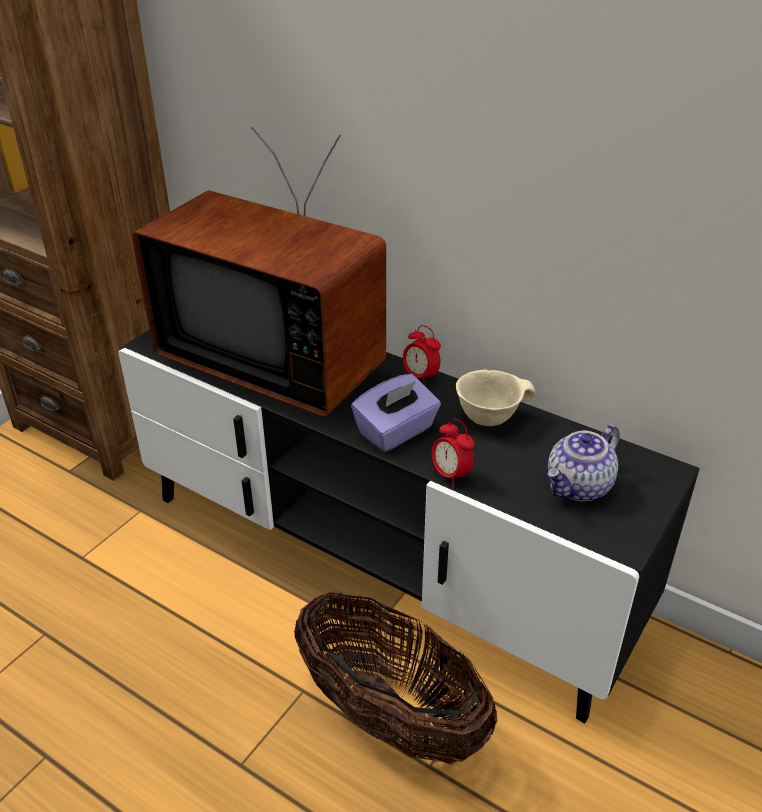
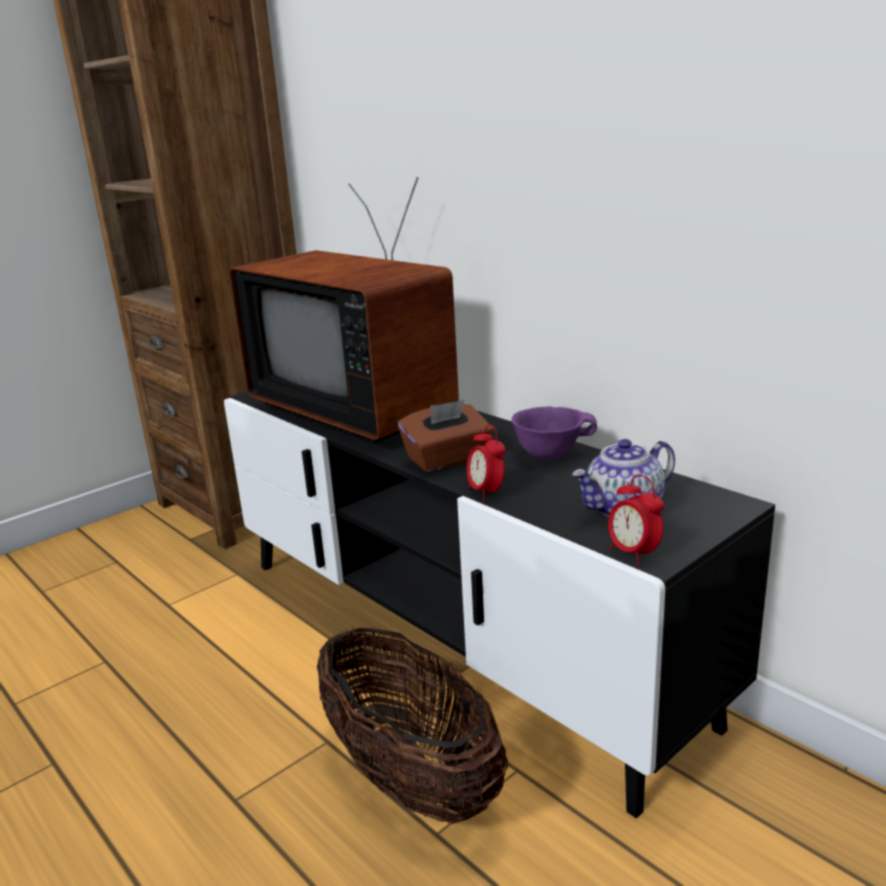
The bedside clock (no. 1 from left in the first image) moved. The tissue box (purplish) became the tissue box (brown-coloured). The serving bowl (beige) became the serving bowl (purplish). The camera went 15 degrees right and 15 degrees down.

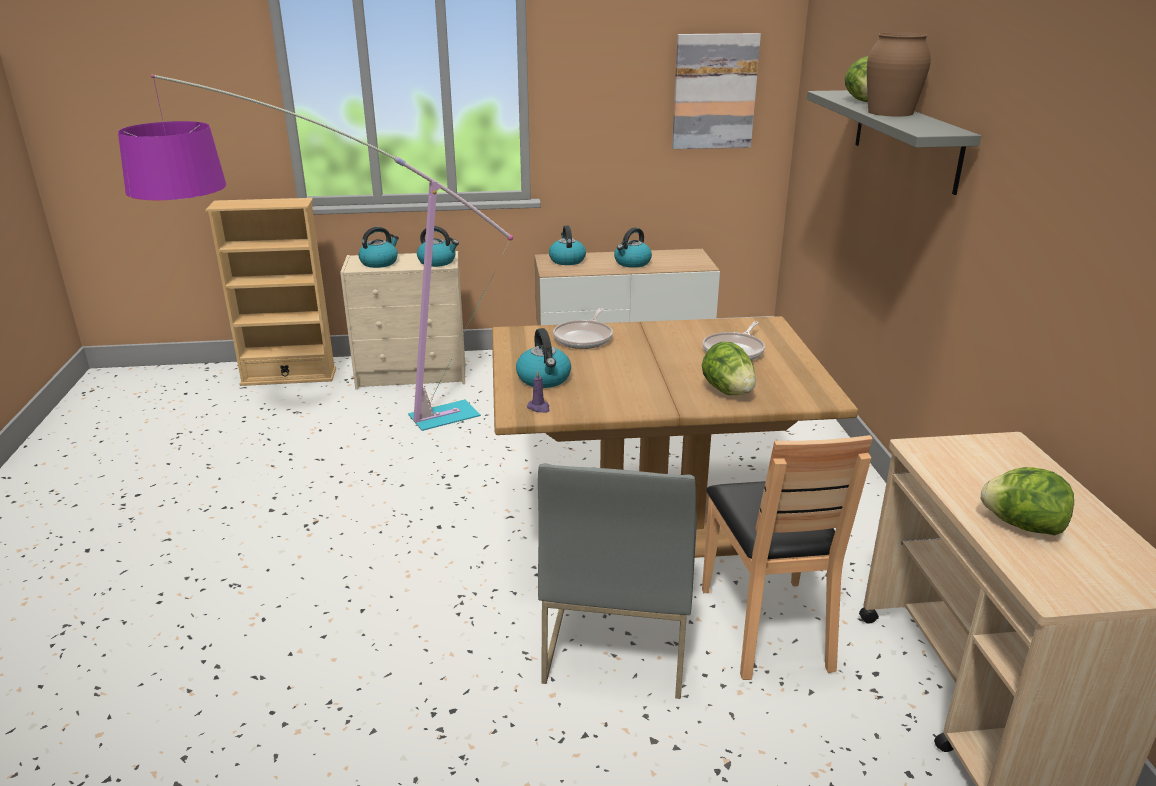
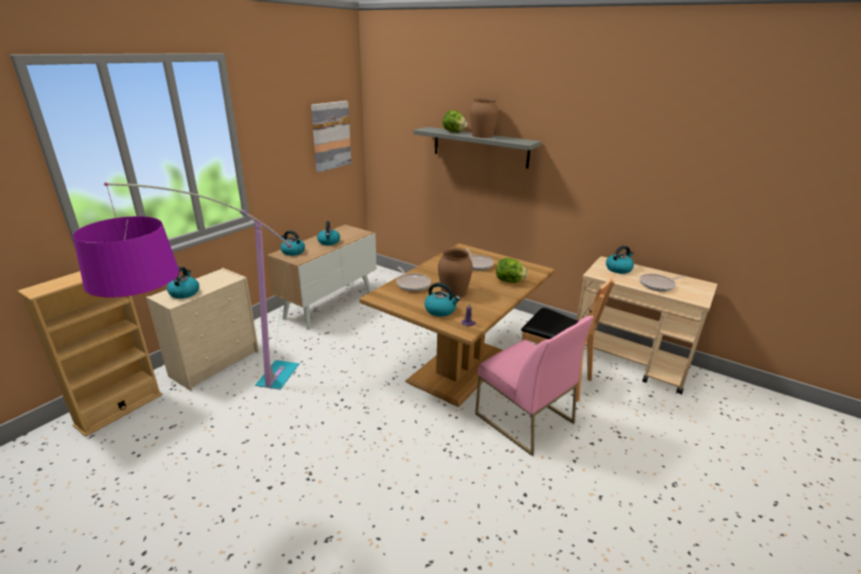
The decorative vase (brown-coloured) (no. 1 from left) appeared. The tea kettle (no. 2 from left in the first image) moved. The lettuce head (no. 3 from left) was replaced by the skillet (no. 3 from left). The upright chair (greyish) became the upright chair (pink). The camera went 50 degrees left and 0 degrees up.

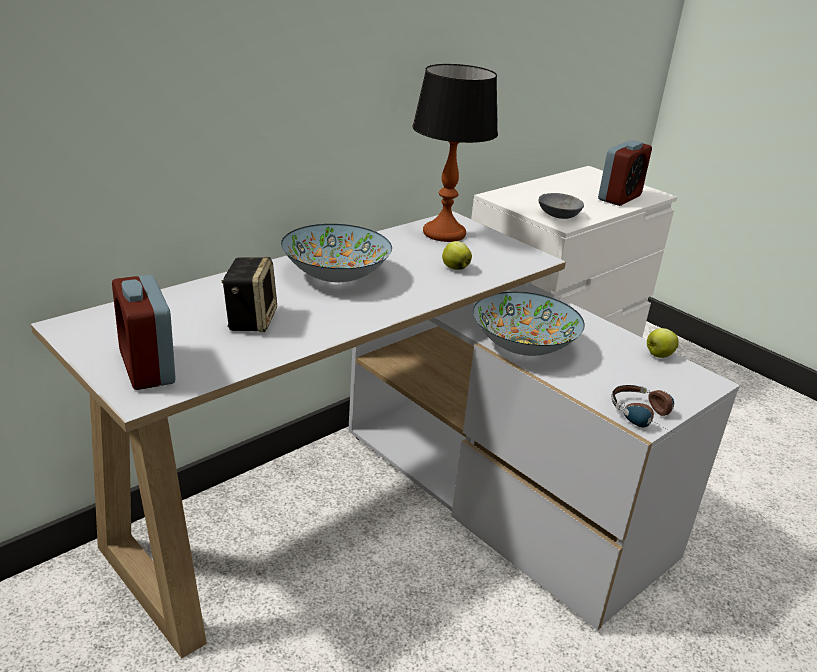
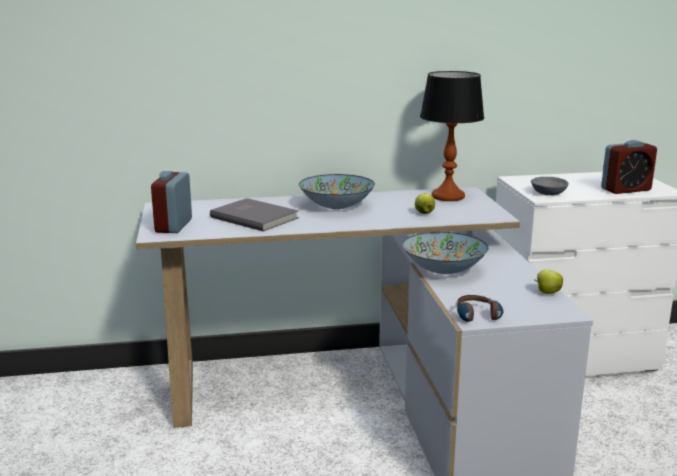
The audio speaker was replaced by the volume (greyish). The camera went 35 degrees right and 10 degrees down.

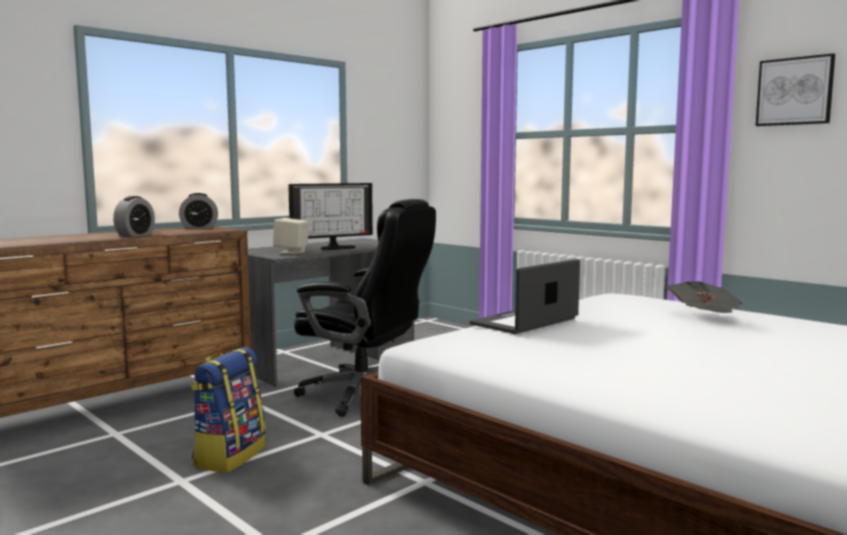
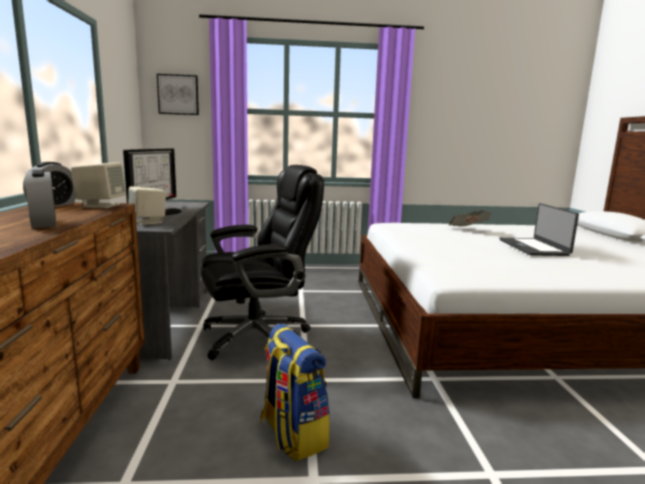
The audio speaker (beige) (no. 1 from left) appeared. The notebook computer moved. The wall picture moved. The camera went 50 degrees left and 5 degrees up.

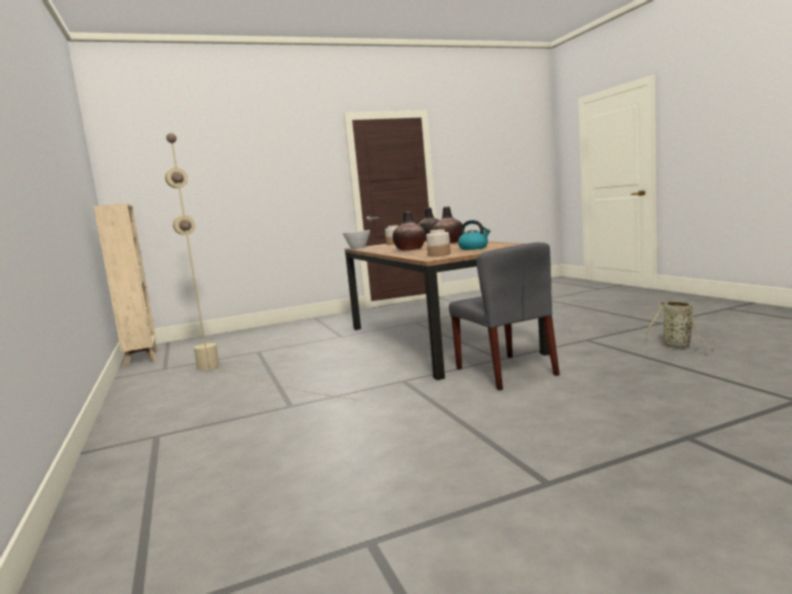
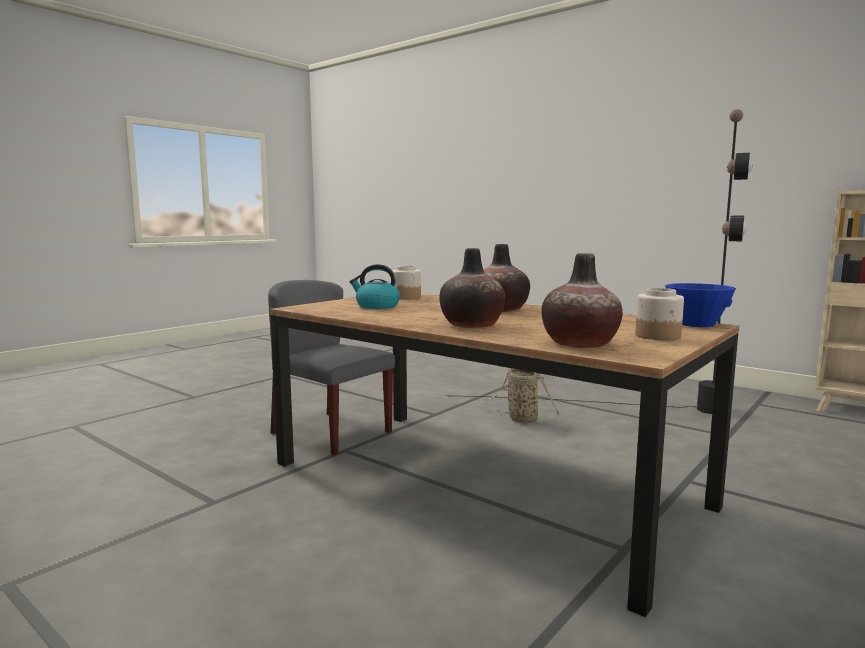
The basket moved. The floor lamp (beige) became the floor lamp (black). The serving bowl (whitish) became the serving bowl (blue). The camera went 150 degrees right and 0 degrees up.

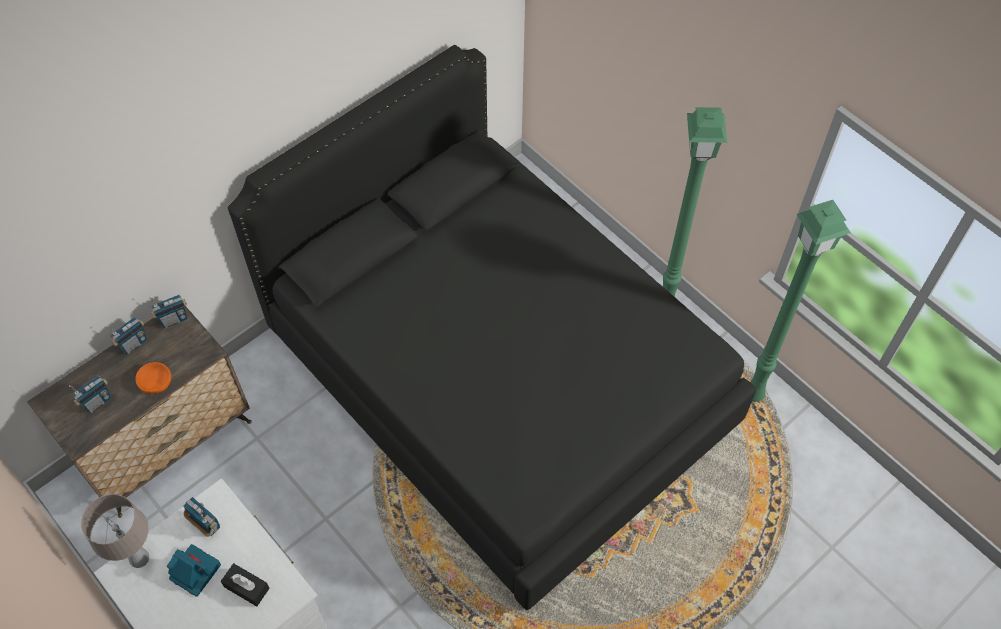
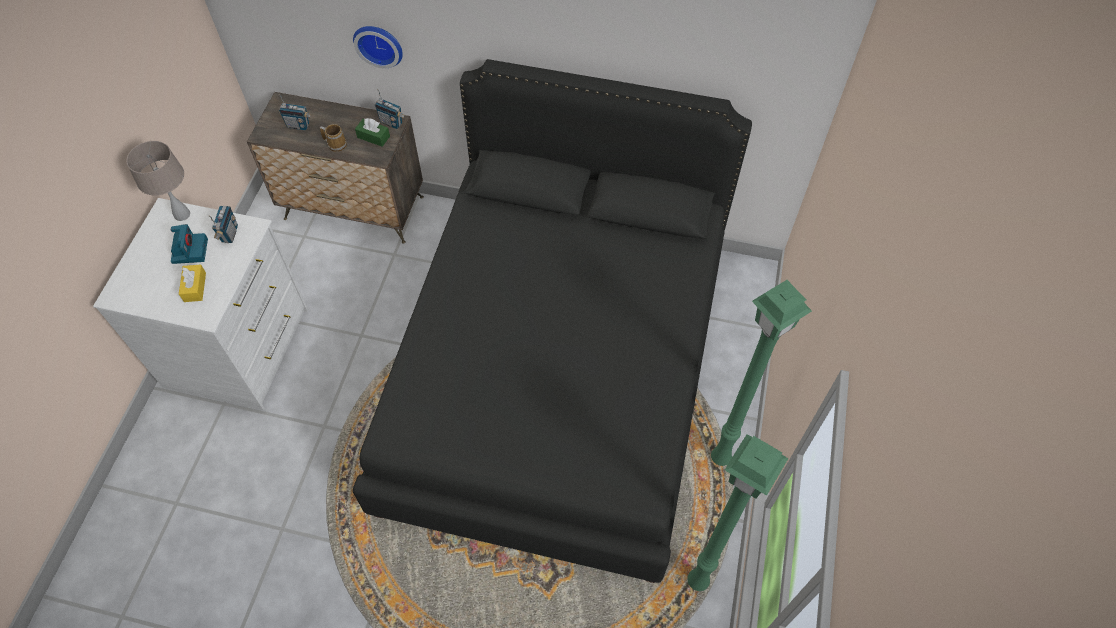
The radio (no. 2 from left) disappeared. The wall clock appeared. The tissue box (green-coloured) appeared. The serving bowl (orange) was replaced by the tea mug. The tissue box (black) became the tissue box (yellowish). The camera went 55 degrees right and 0 degrees up.

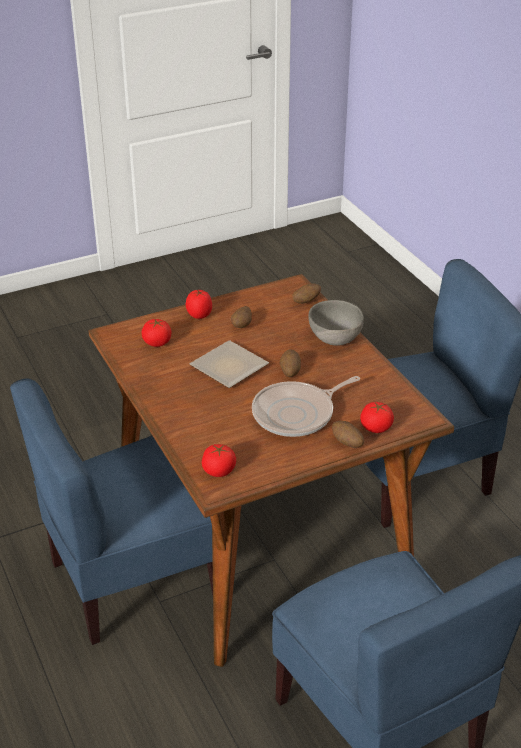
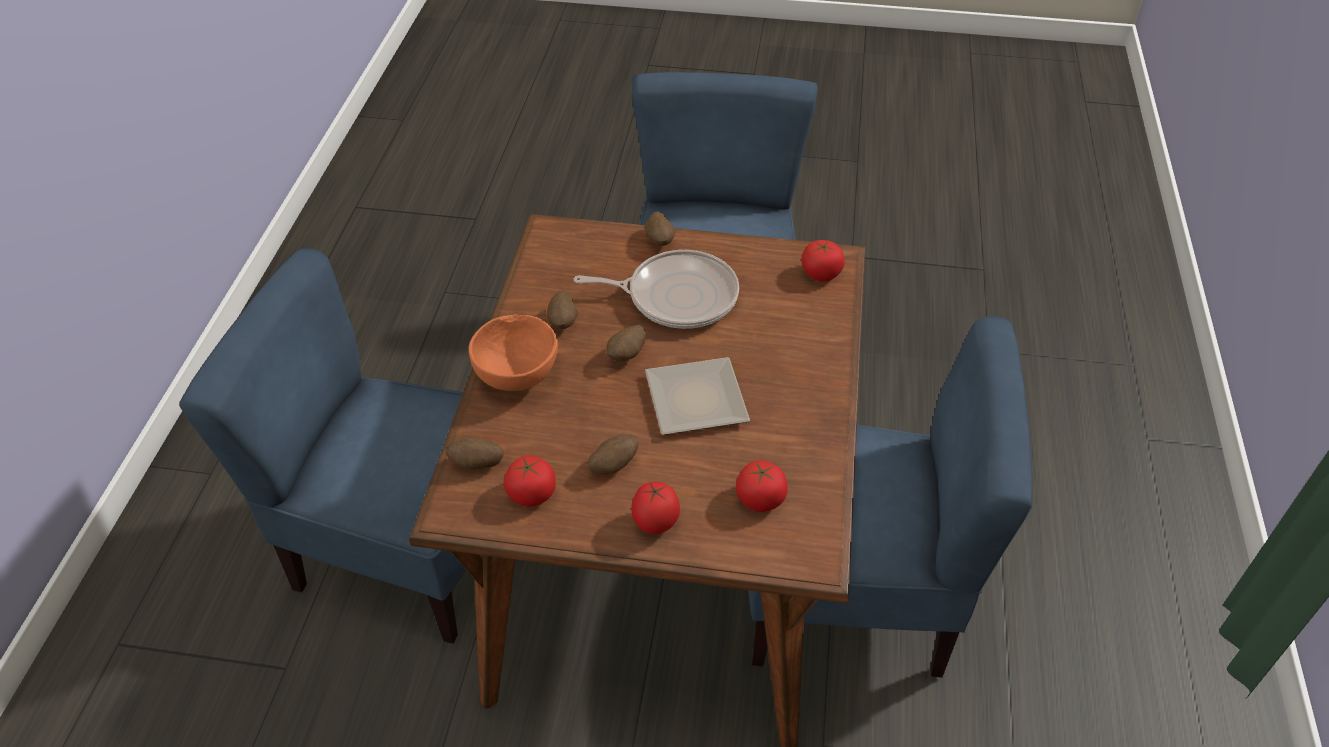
The whole potato (no. 2 from left) appeared. The whole tomato (no. 4 from left in the first image) moved. The serving bowl (greyish) became the serving bowl (orange). The camera went 145 degrees left and 10 degrees up.

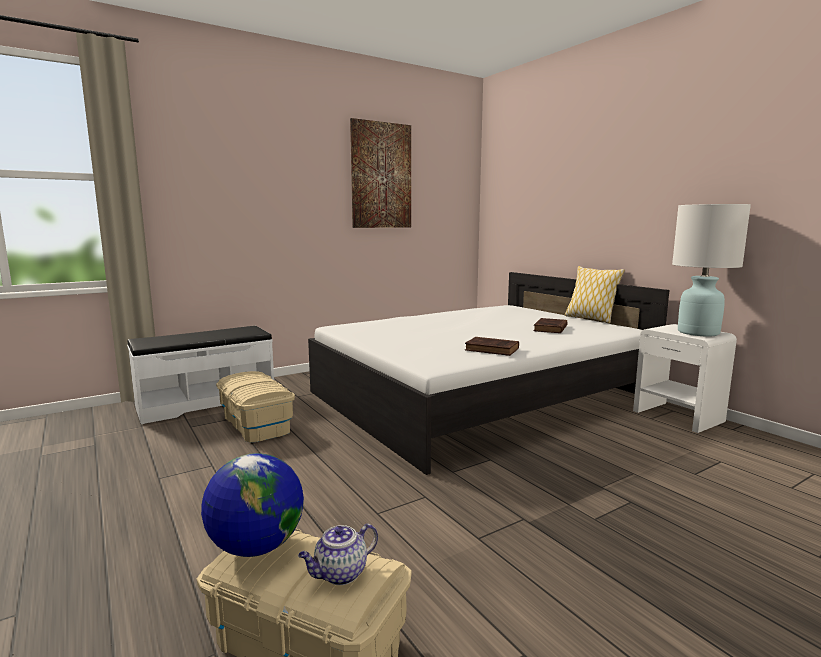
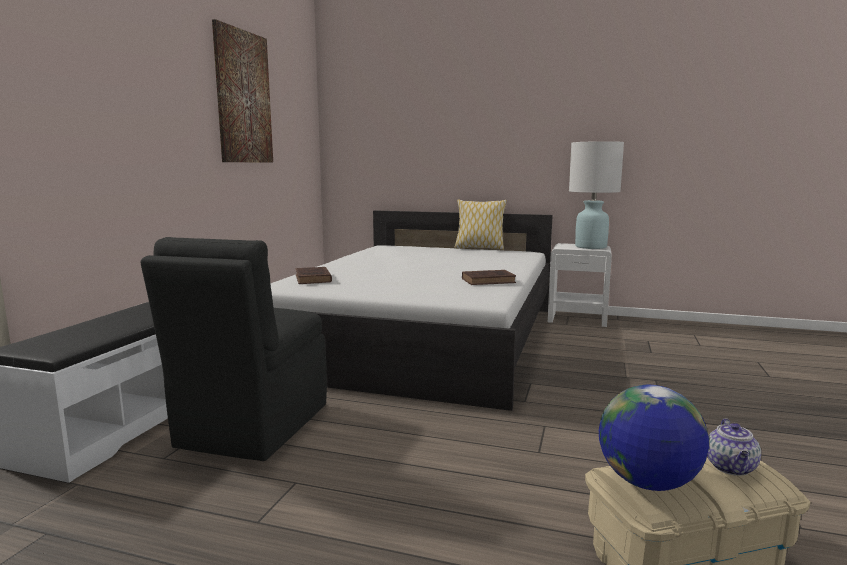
The volume (brown-coloured) (no. 2 from left in the first image) moved. The storage box (beige) (no. 1 from left) was replaced by the upright chair (black). The camera went 40 degrees left and 0 degrees up.

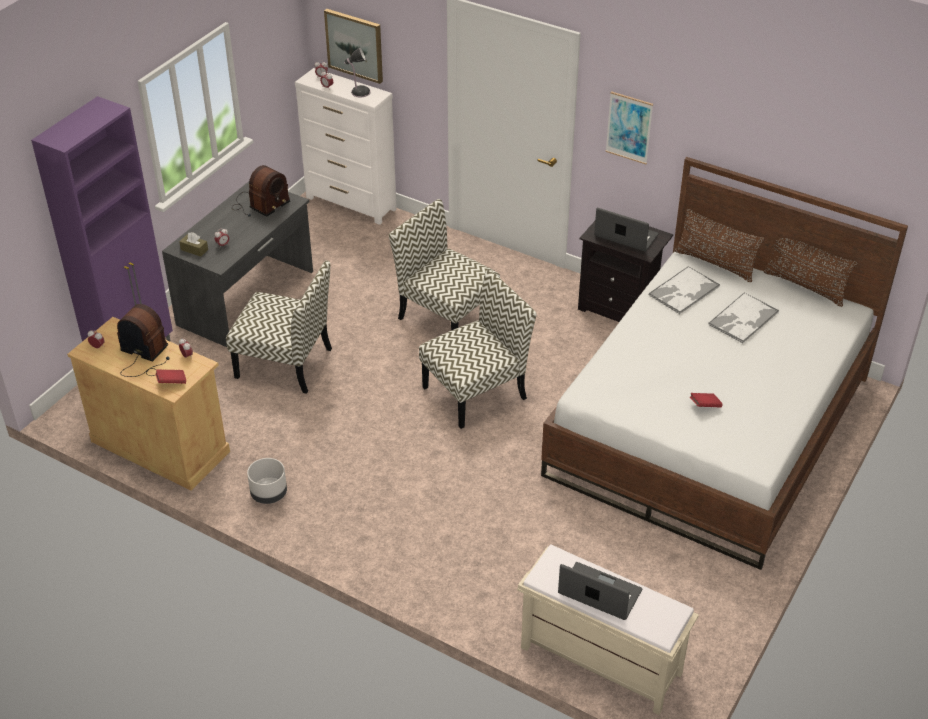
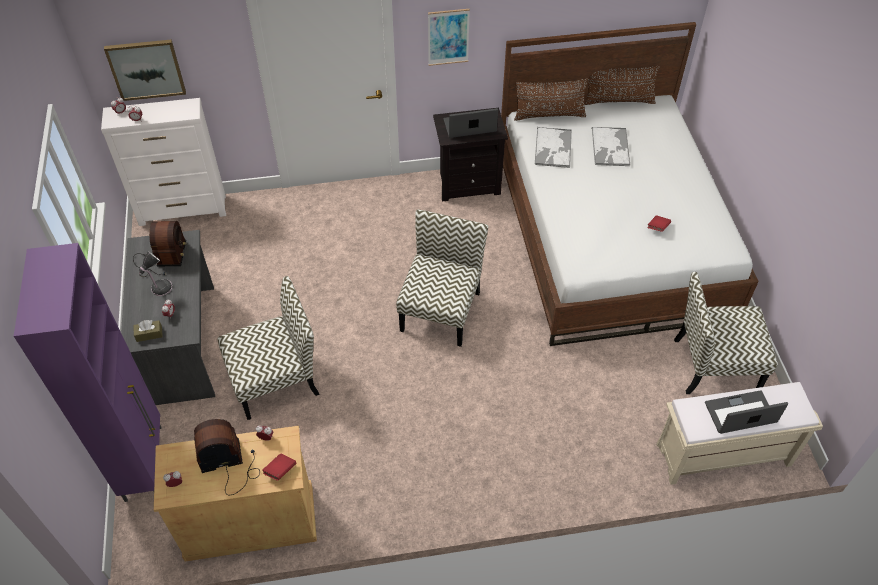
The plant pot (greyish) disappeared. The table lamp moved. The upright chair (no. 2 from left in the first image) moved. The camera went 40 degrees left and 10 degrees up.

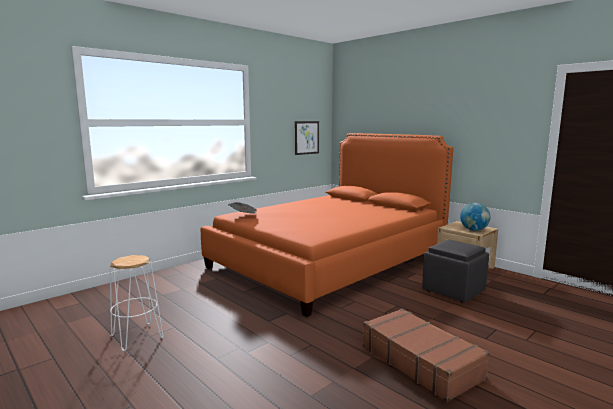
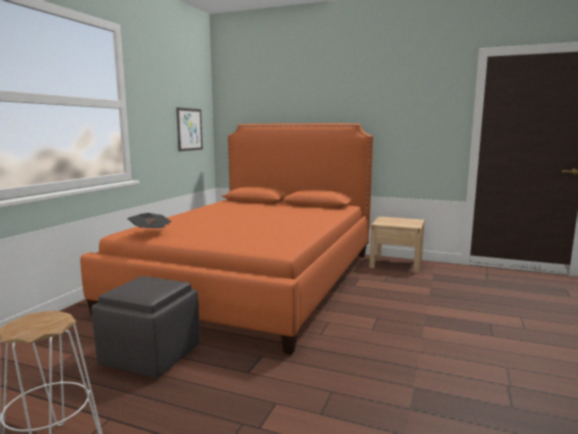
The piece of luggage (brown-coloured) disappeared. The globe disappeared. The pouffe (greyish) moved. The camera went 25 degrees left and 0 degrees up.

